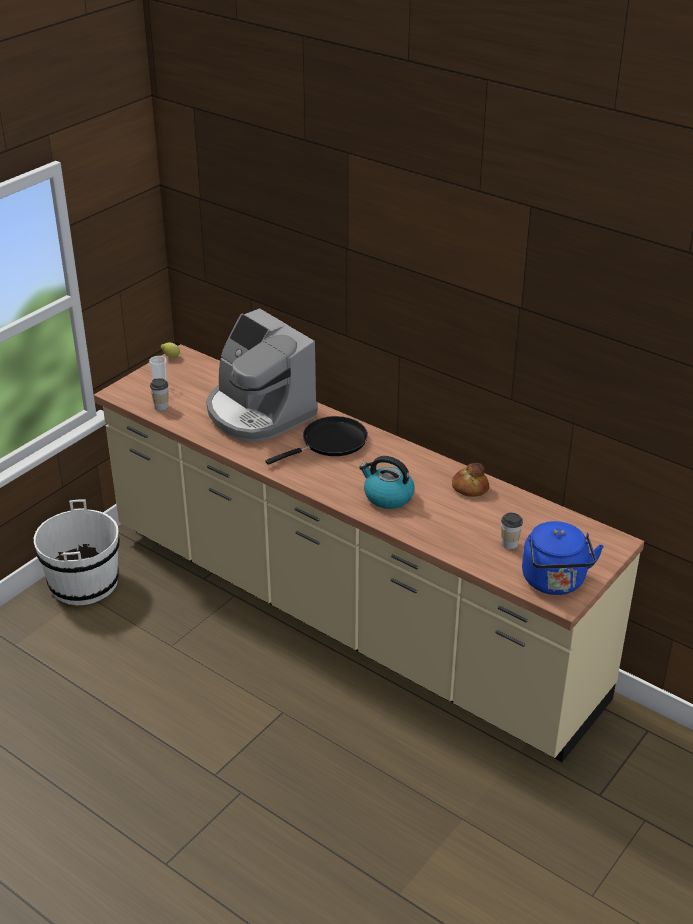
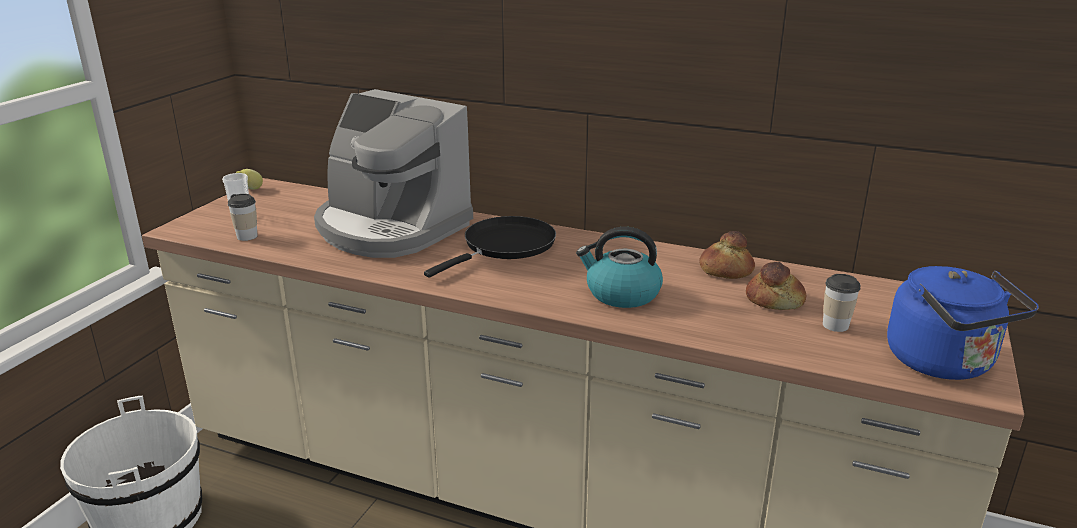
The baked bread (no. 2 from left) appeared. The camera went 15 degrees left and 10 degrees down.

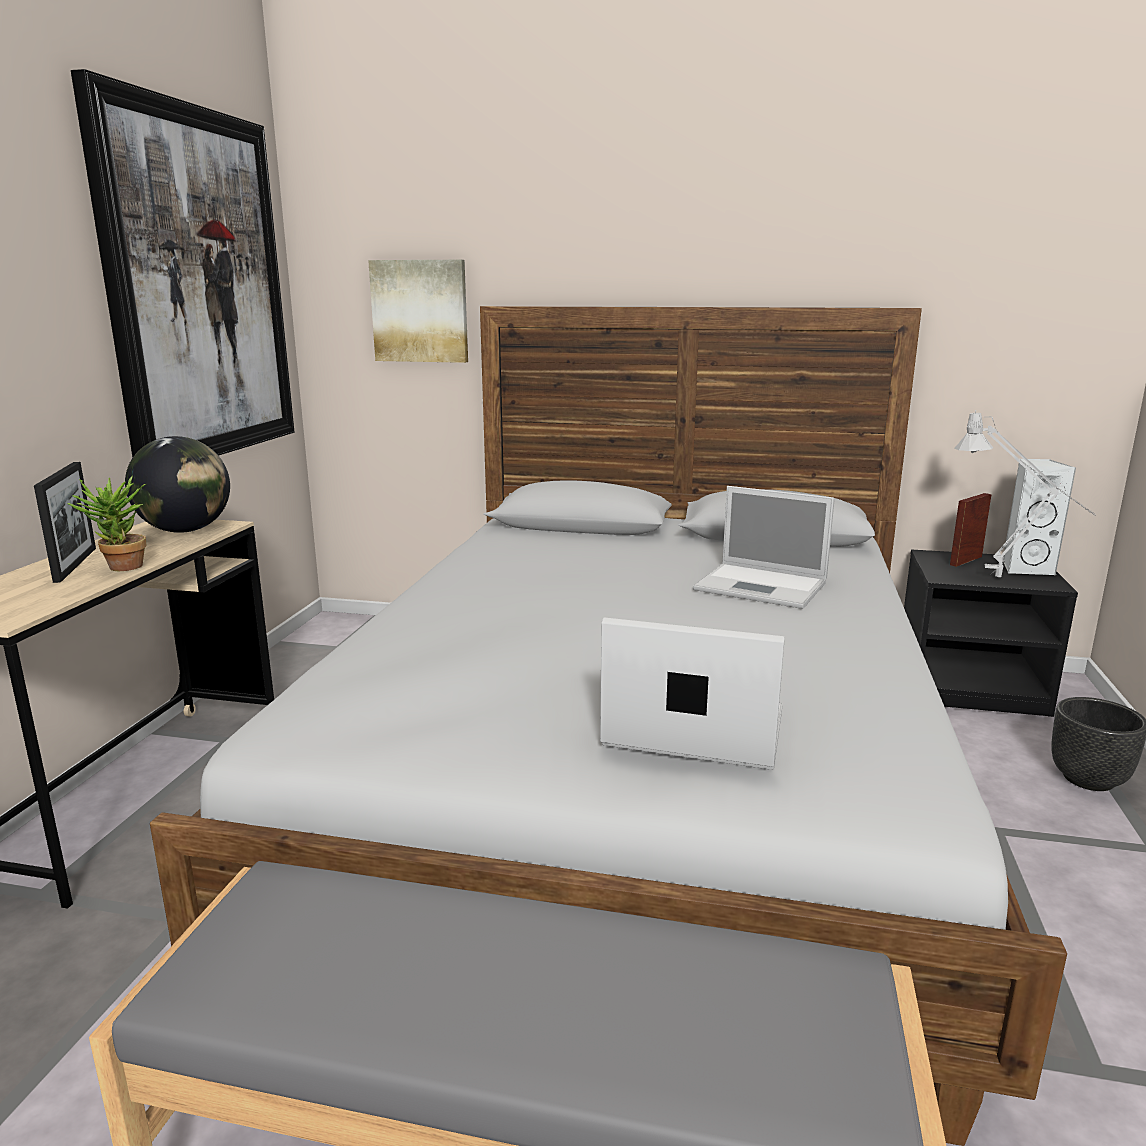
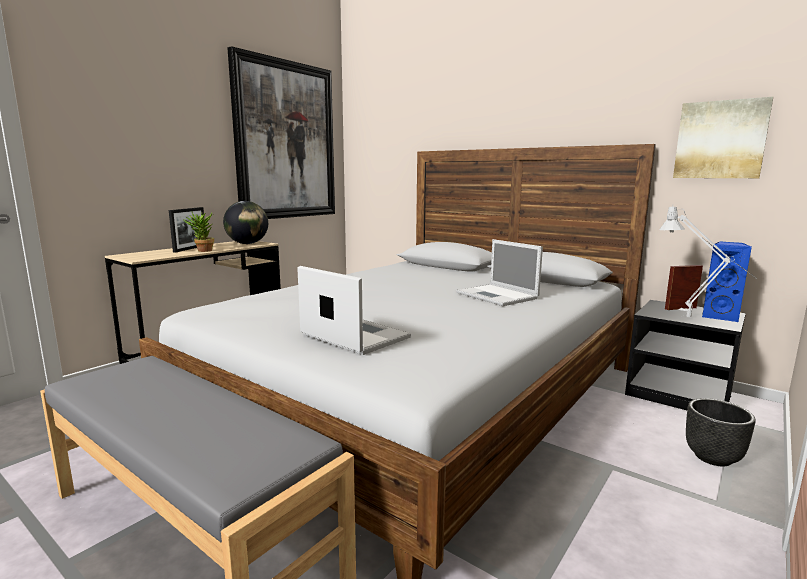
The wall picture (no. 2 from left) moved. The audio speaker (whitish) became the audio speaker (blue). The camera went 25 degrees right and 5 degrees down.

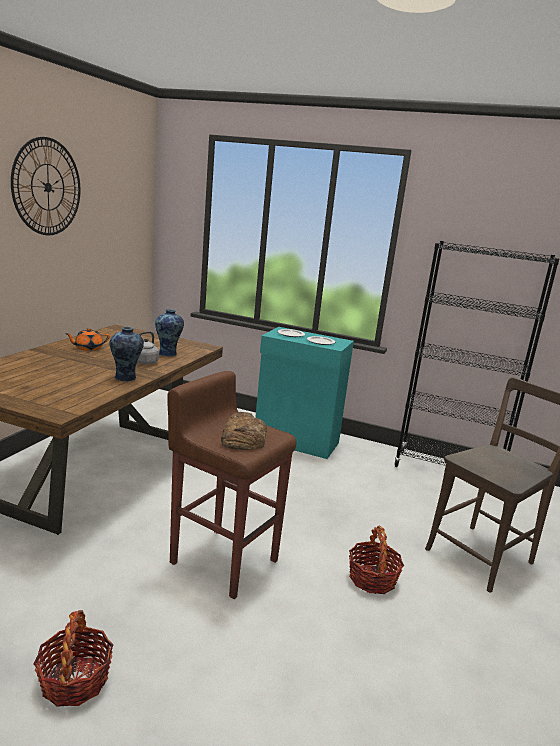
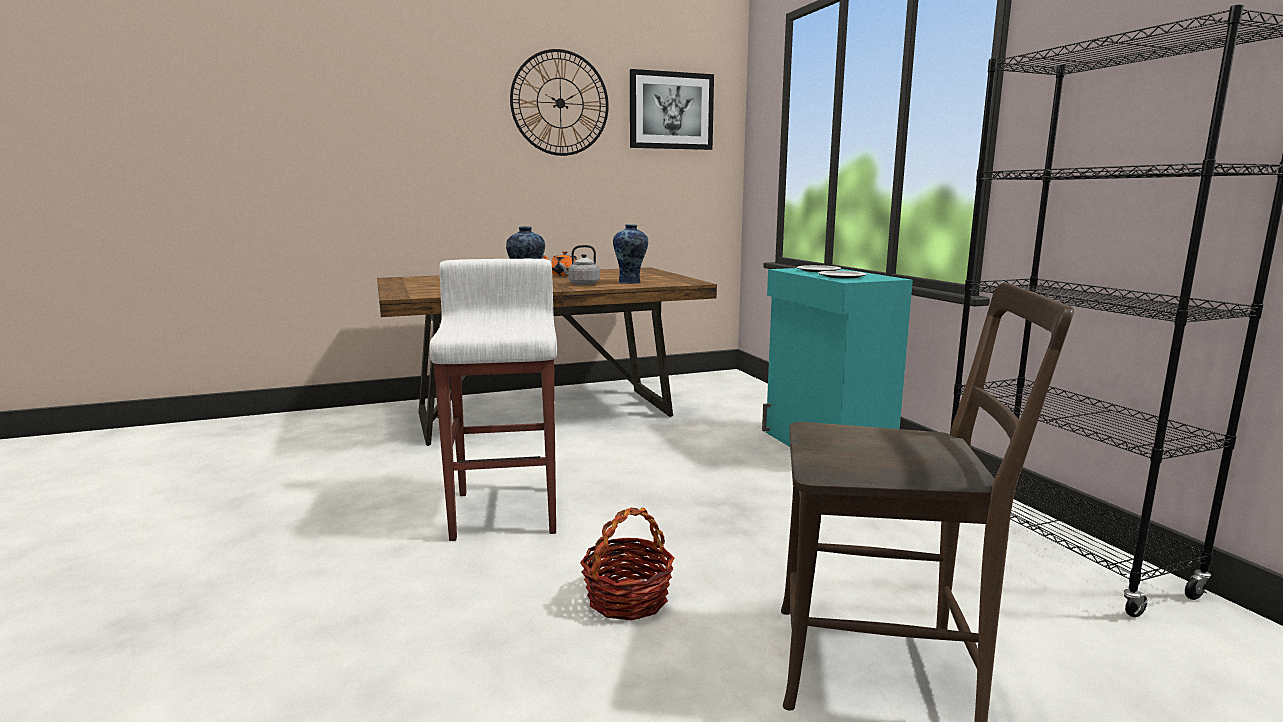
The basket (no. 1 from left) disappeared. The baked bread disappeared. The wall picture appeared. The stool seat (brown-coloured) became the stool seat (whitish). The camera went 50 degrees right and 5 degrees down.

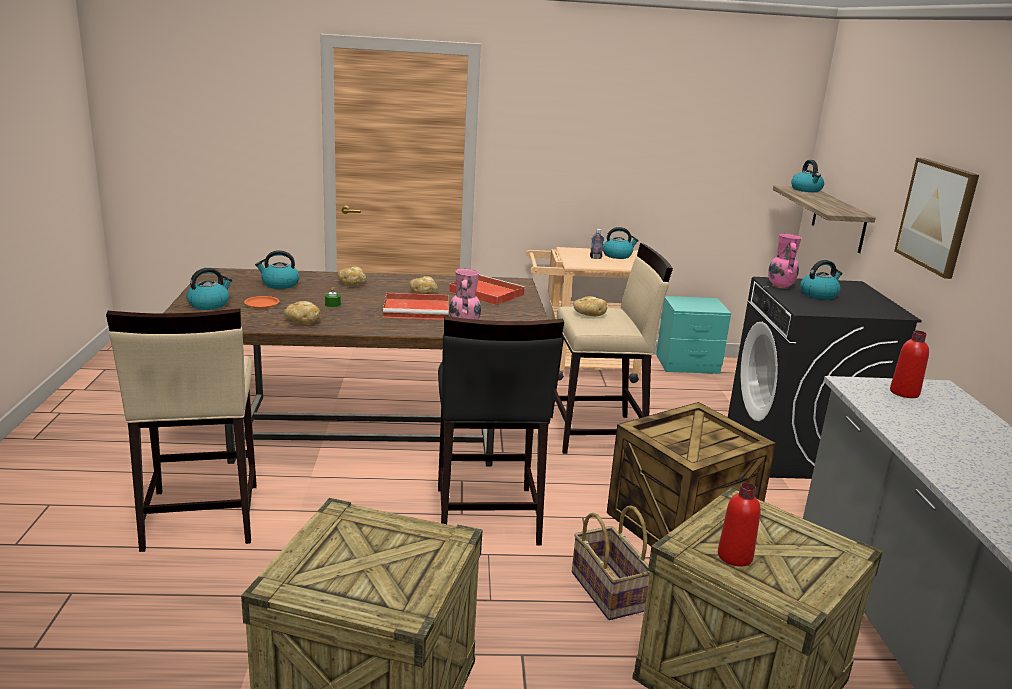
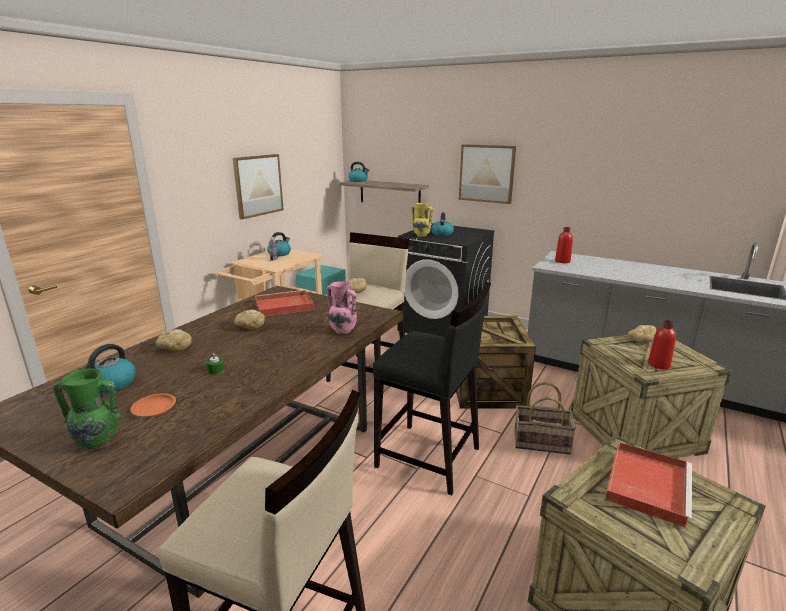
The wall picture (no. 1 from left) appeared. The baked bread (no. 1 from left in the first image) moved. The carrying tray (red-coloured) (no. 1 from left in the first image) moved. The tea kettle (no. 1 from left) was replaced by the decorative vase (green-coloured). The decorative vase (pink) (no. 2 from left) became the decorative vase (yellowish). The camera went 55 degrees left and 0 degrees up.

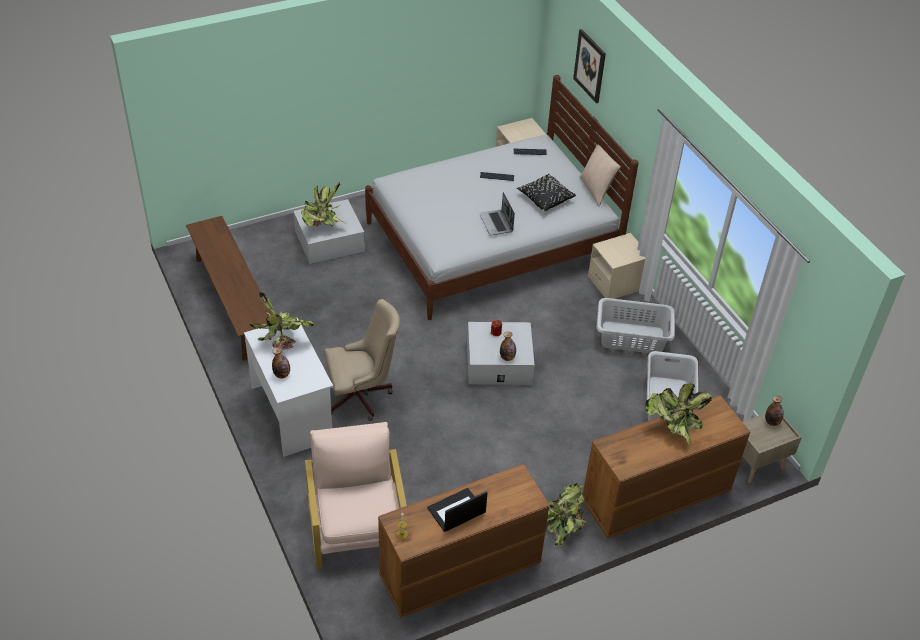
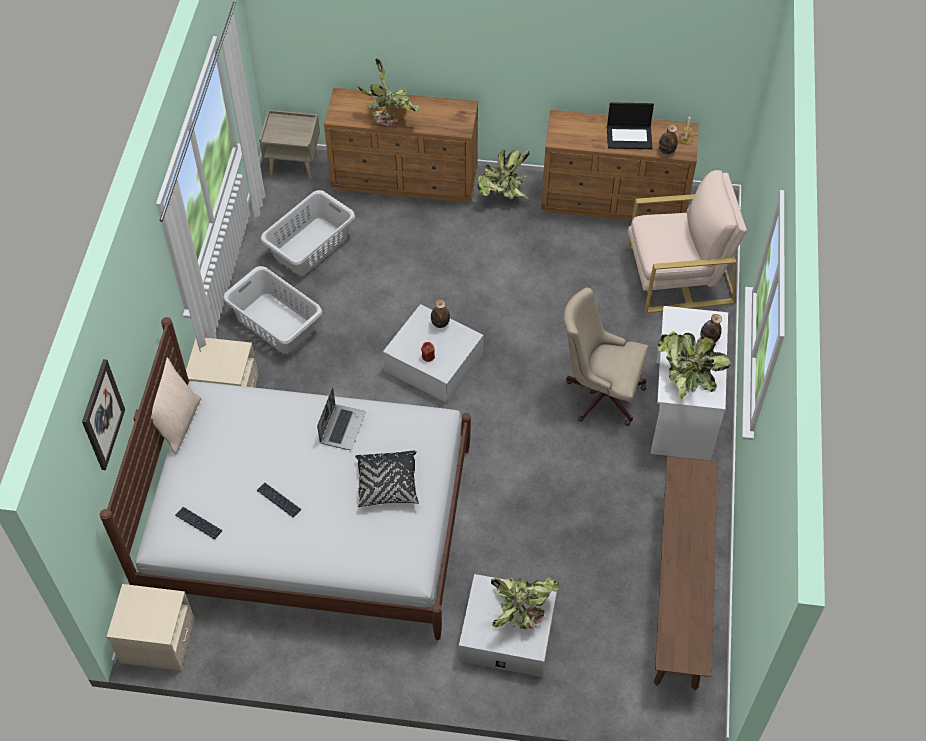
The pillow (black) moved. The beverage bottle (no. 3 from left in the first image) moved. The easy chair (beige) turned 120 degrees counterclockwise. The camera went 145 degrees left and 10 degrees up.

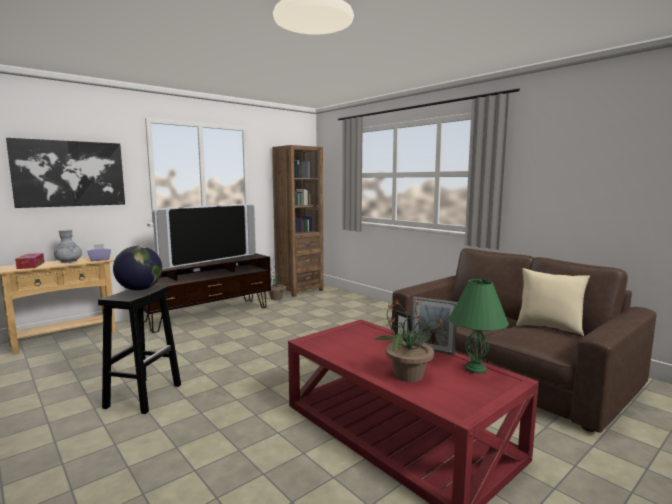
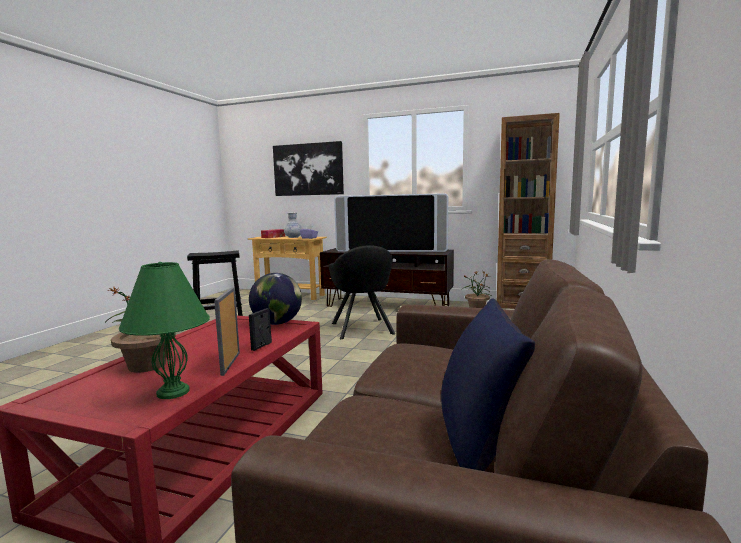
The easy chair (black) appeared. The globe moved. The pillow (beige) became the pillow (blue). The camera went 60 degrees right and 0 degrees up.

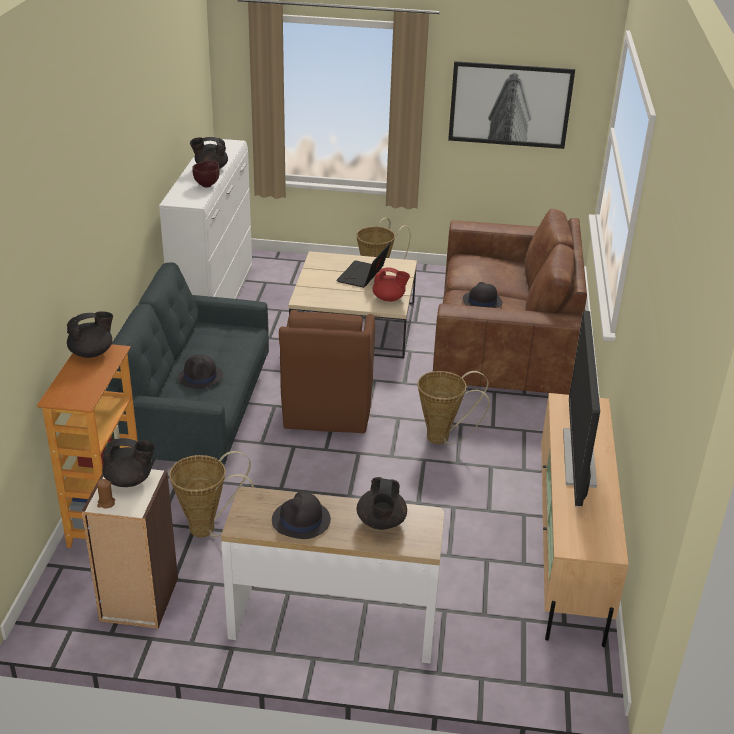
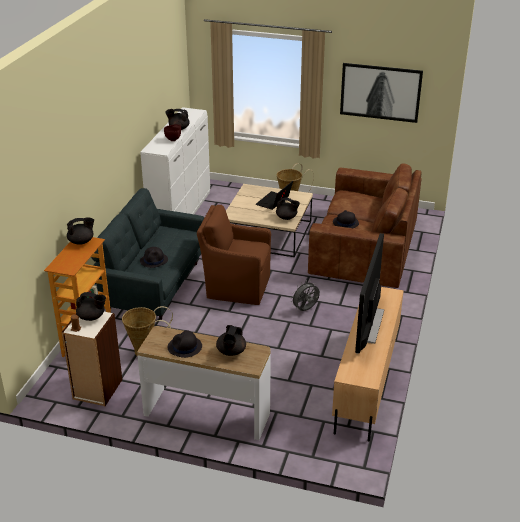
The basket (no. 3 from left) was replaced by the cooling fan (greyish). The teapot (red-coloured) became the teapot (black) (no. 5 from left). The easy chair (brown-coloured) turned 90 degrees clockwise. The camera went 10 degrees right and 0 degrees up.

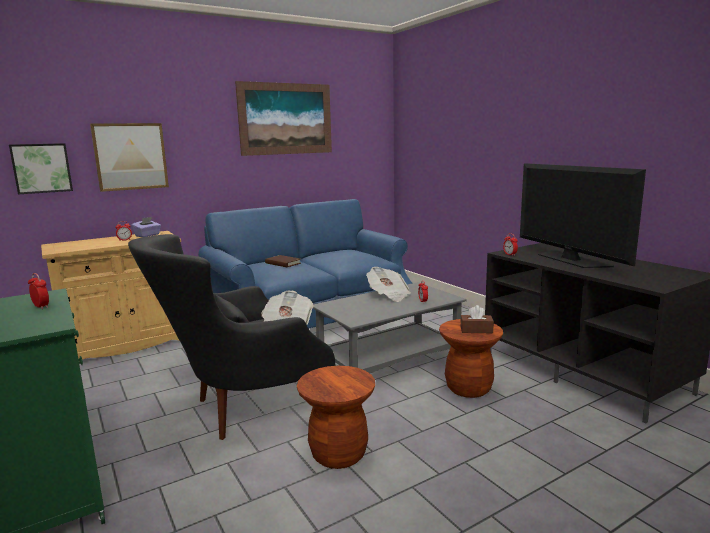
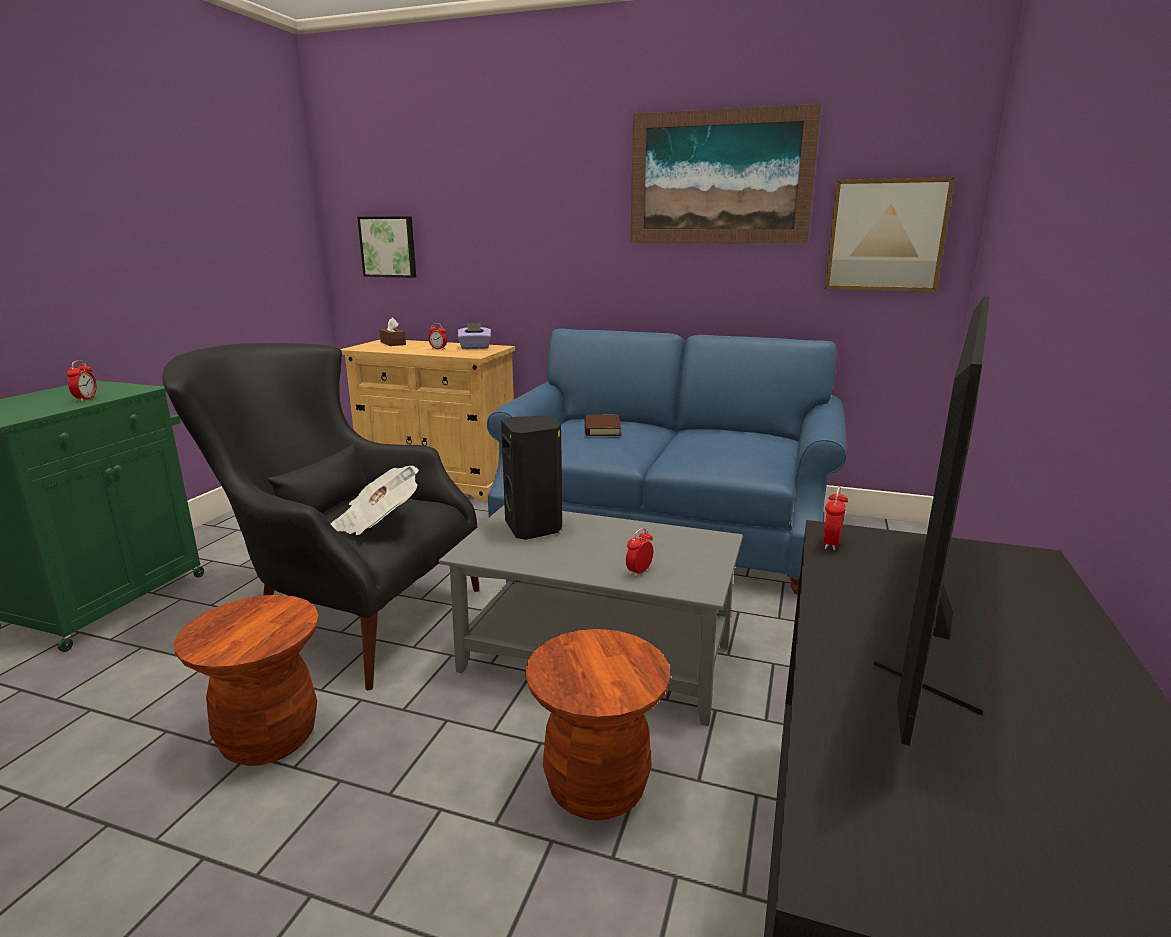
The daily paper (no. 2 from left) disappeared. The audio speaker (black) appeared. The wall picture (no. 2 from left in the first image) moved. The tissue box (brown-coloured) moved. The camera went 50 degrees right and 5 degrees up.

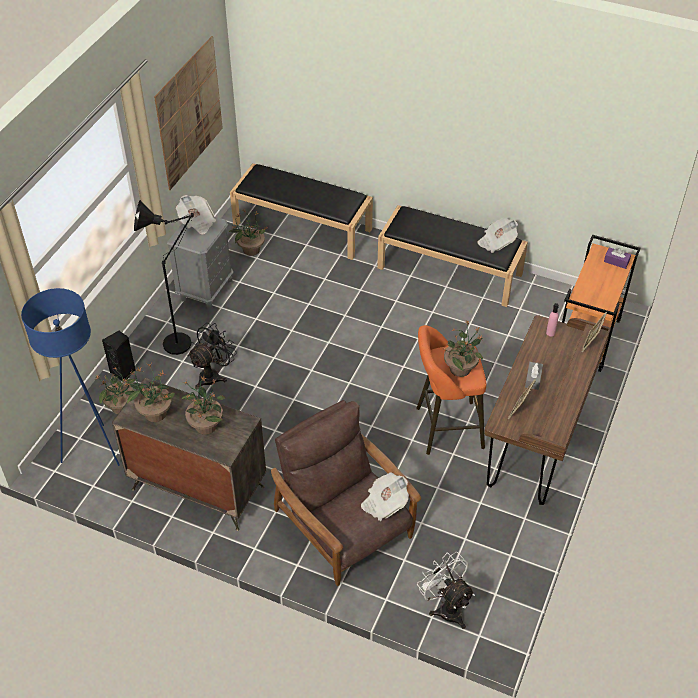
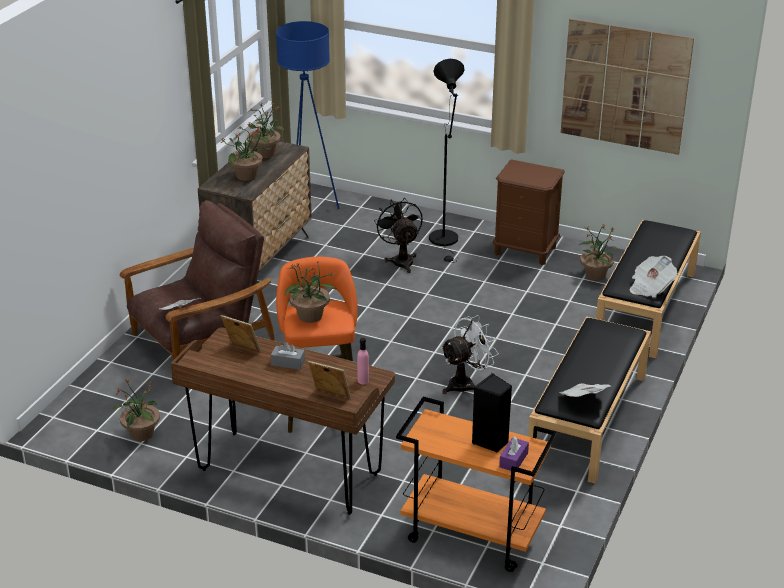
The plant in a pot (no. 1 from left) moved. The audio speaker (black) moved. The daily paper (no. 1 from left in the first image) moved. The cooling fan (whitish) moved. The bedside table (greyish) became the bedside table (brown-coloured). The cooling fan (black) turned 150 degrees counterclockwise. The camera went 90 degrees right and 15 degrees down.

